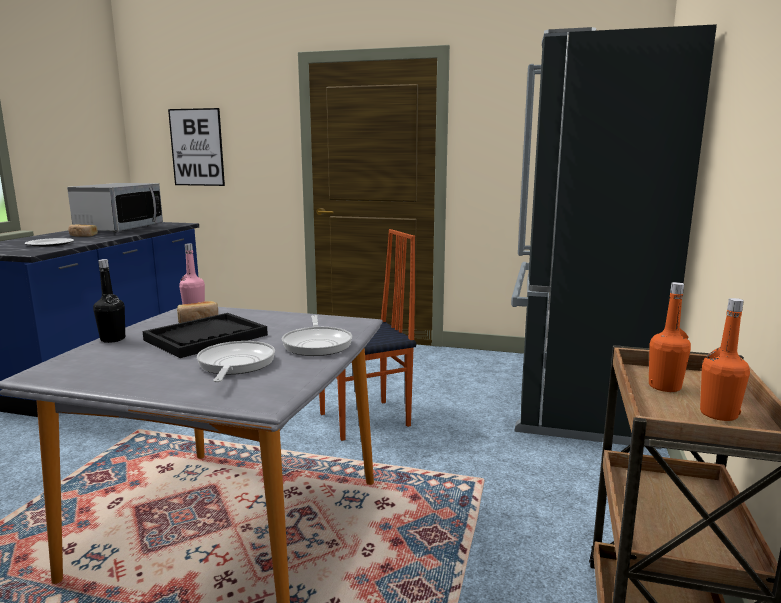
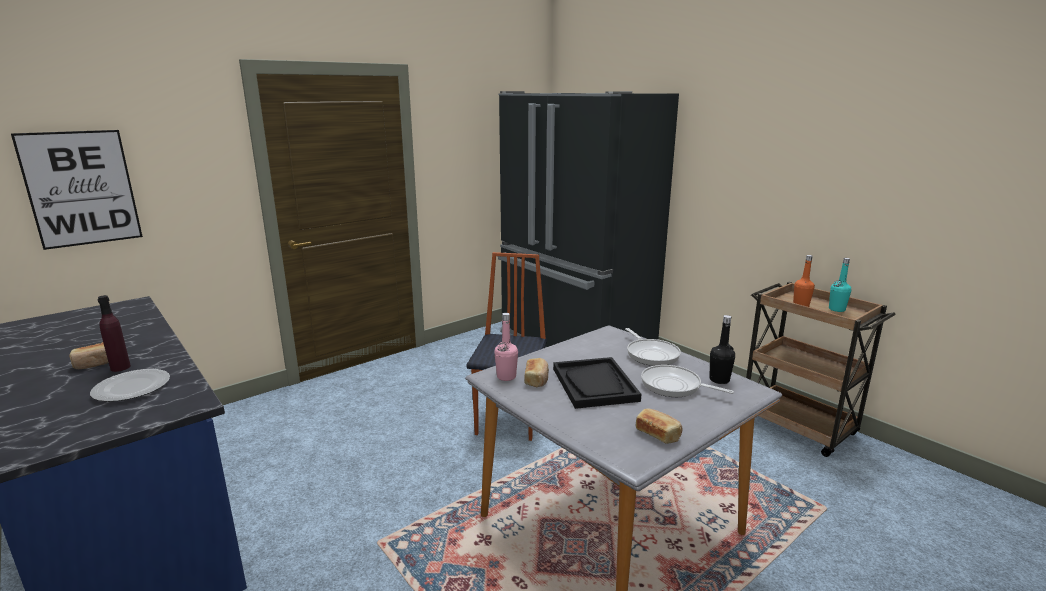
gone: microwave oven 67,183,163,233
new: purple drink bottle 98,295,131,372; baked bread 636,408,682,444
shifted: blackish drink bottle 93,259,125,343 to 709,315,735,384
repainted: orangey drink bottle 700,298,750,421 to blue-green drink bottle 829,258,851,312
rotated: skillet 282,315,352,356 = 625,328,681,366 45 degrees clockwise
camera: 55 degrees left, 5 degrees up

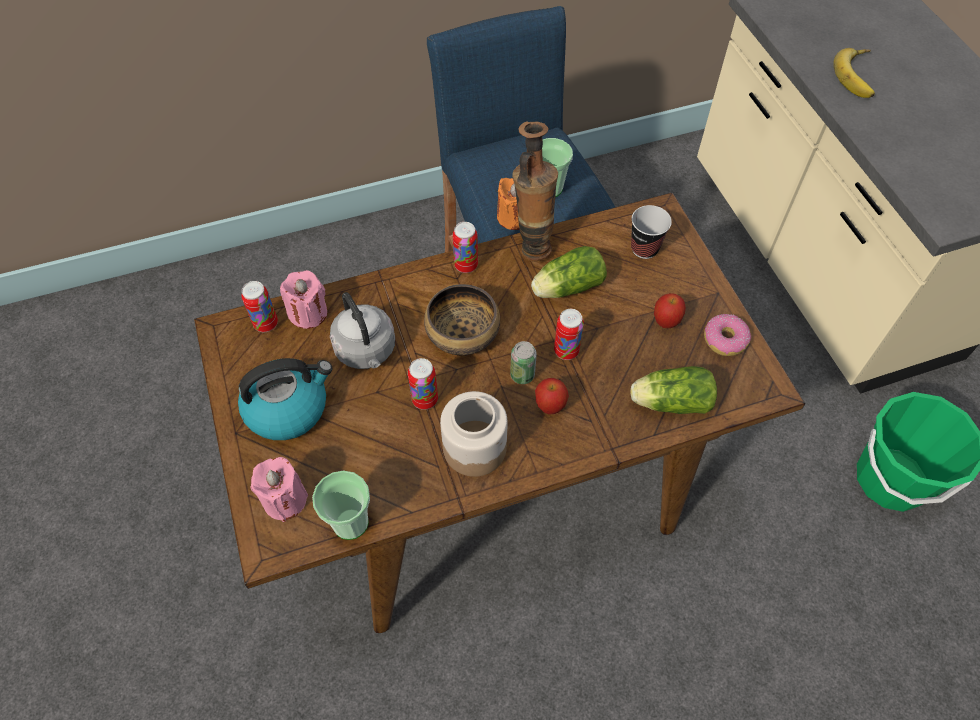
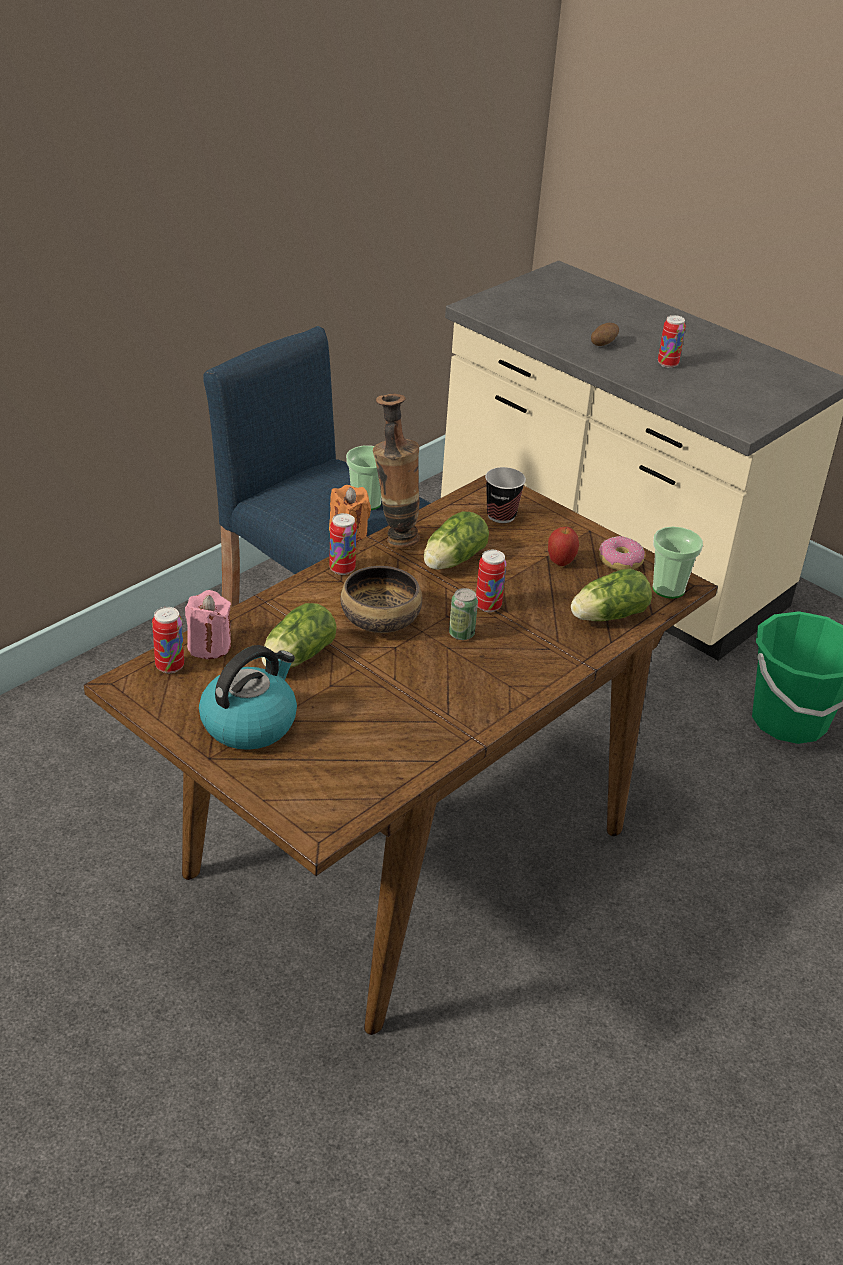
gone: pink wax light 251,457,308,522; jar 440,391,508,477; whole apple 535,378,569,414
shifted: cup 312,471,370,540 to 653,526,703,599; sealed can 408,358,438,410 to 658,315,686,368
swapped: greyish water kettle 330,292,395,369 to head of lettuce 262,603,337,668; banana fruit 833,48,875,98 to spud 591,323,619,346
camera: 30 degrees left, 20 degrees down

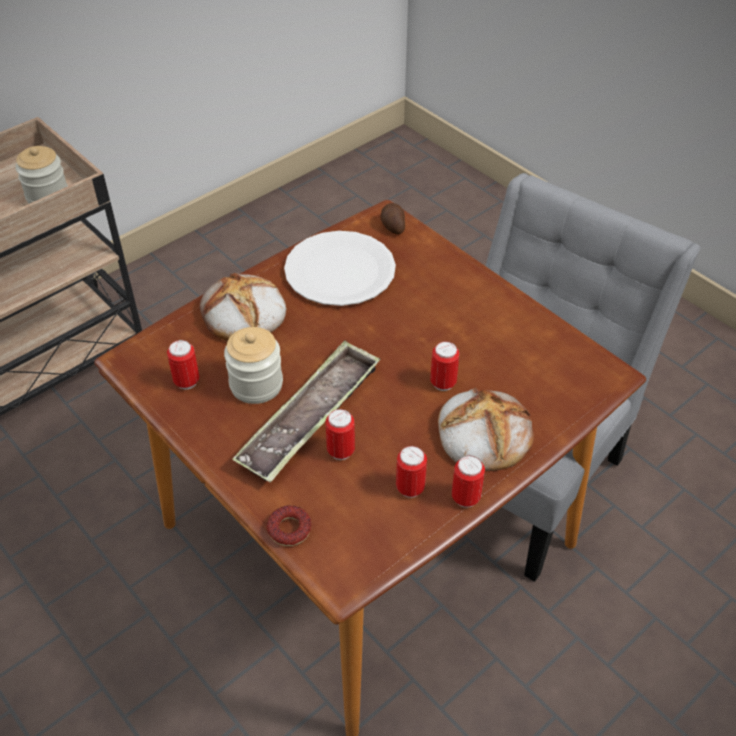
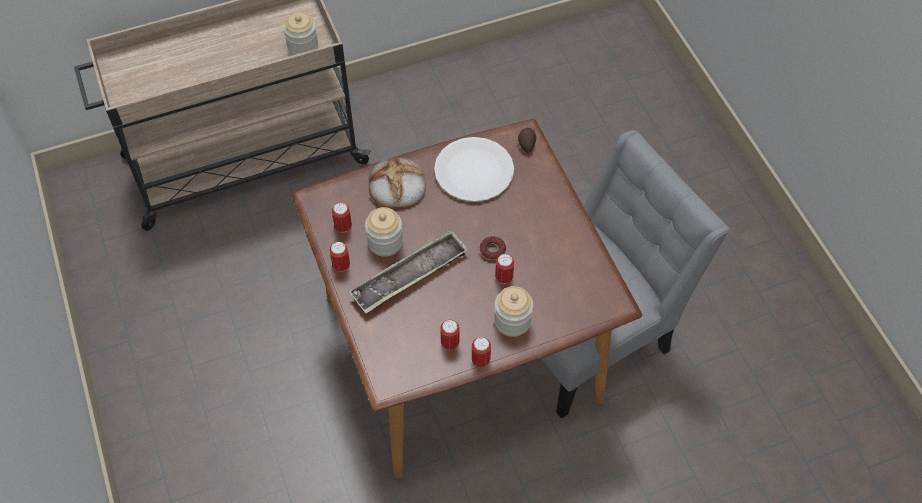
shifted: donut 267,505,312,546 to 480,236,506,260; sealed can 326,409,355,460 to 330,242,350,272
swapped: baked bread 438,387,534,471 to jar 494,286,533,337
camera: 20 degrees right, 10 degrees up

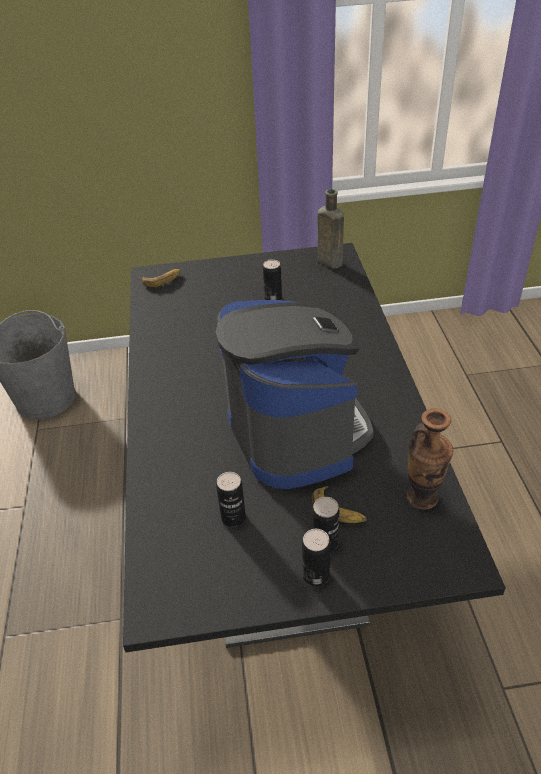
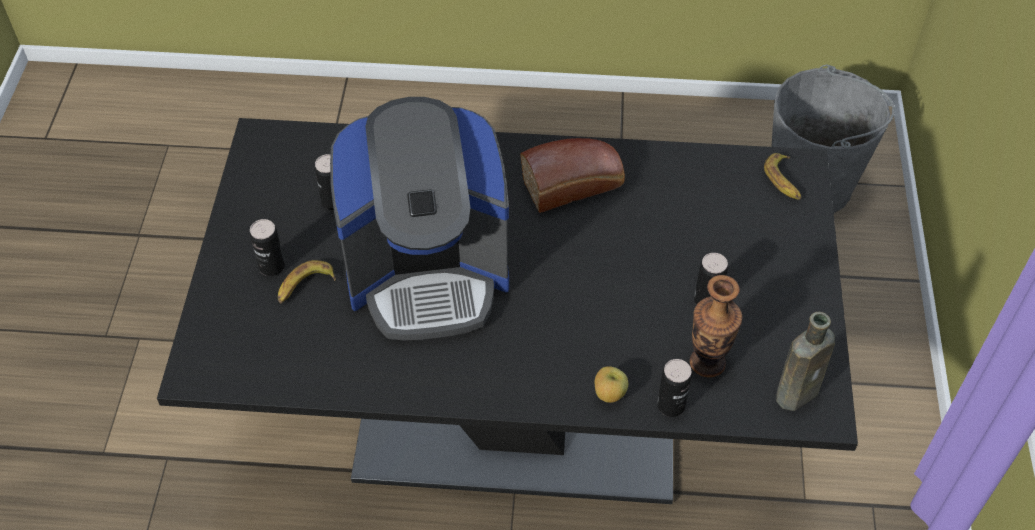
new: baked bread 520,138,625,213; whole apple 595,366,628,403
shifted: sealed can 302,529,330,587 to 657,359,692,417; vase 406,409,453,509 to 690,275,742,378
camera: 100 degrees right, 10 degrees up

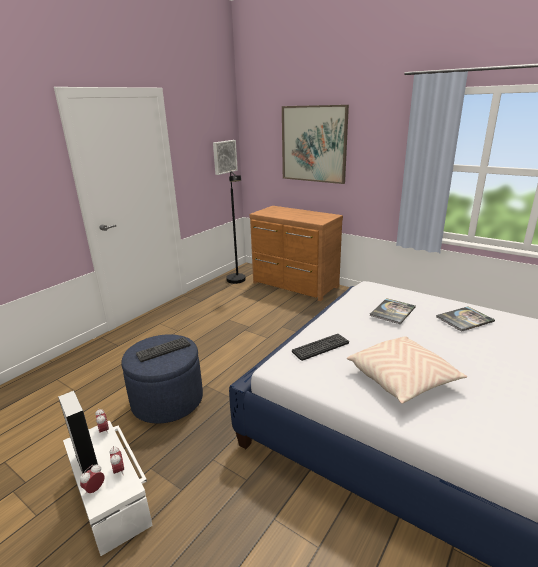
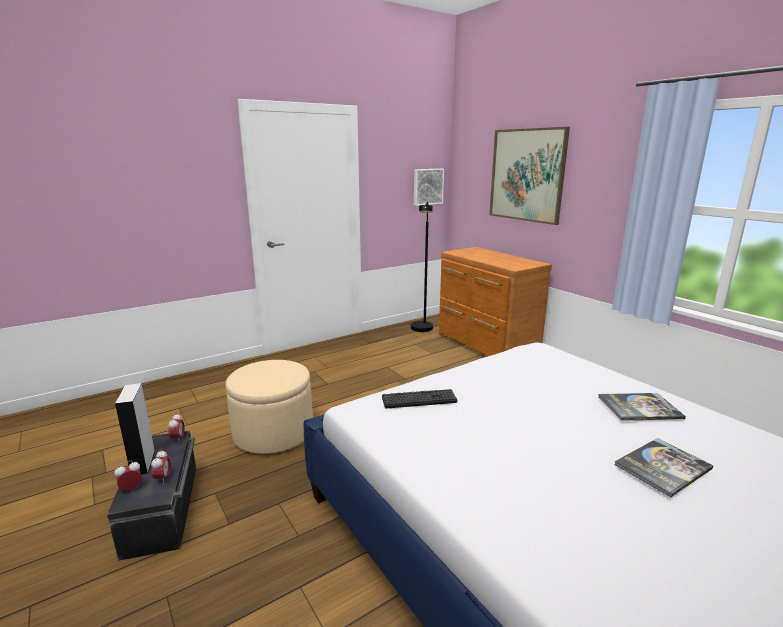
gone: PC keyboard 136,337,191,362; beige-coloured cushion 347,336,467,404
shifted: volume 370,298,416,324 to 614,438,713,497
repainted: whitish storage box 63,420,153,556 to blackish storage box 107,431,196,561; bluish pouffe 121,334,203,424 to beige-coloured pouffe 225,360,313,454
camera: 20 degrees right, 5 degrees down

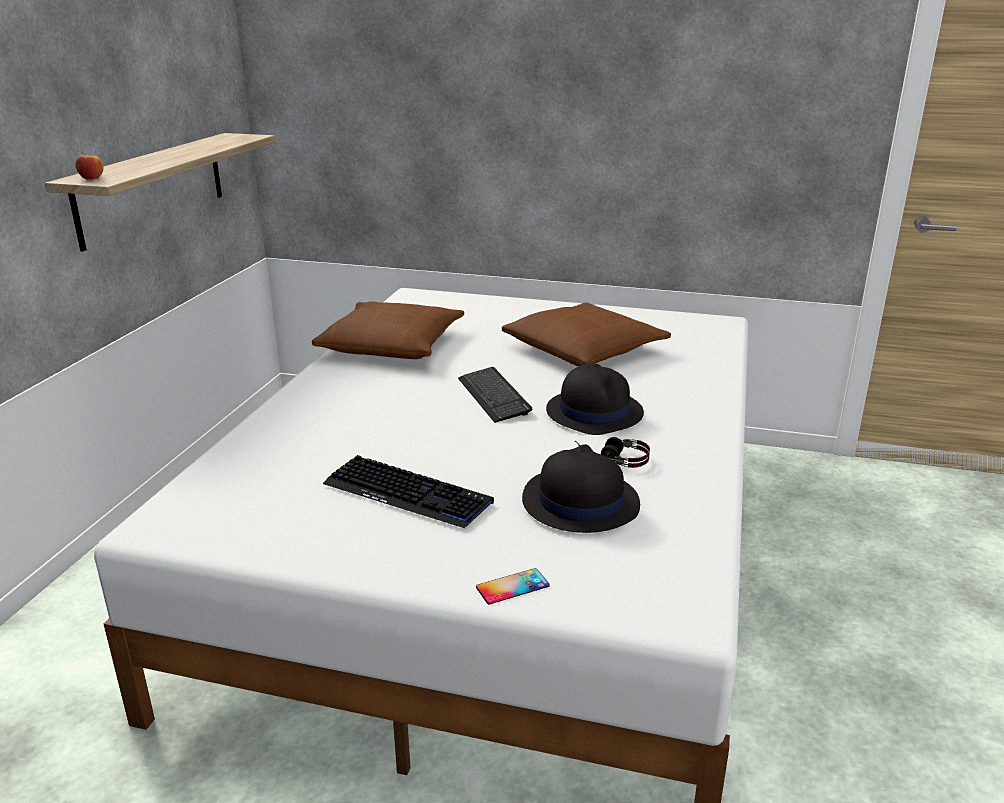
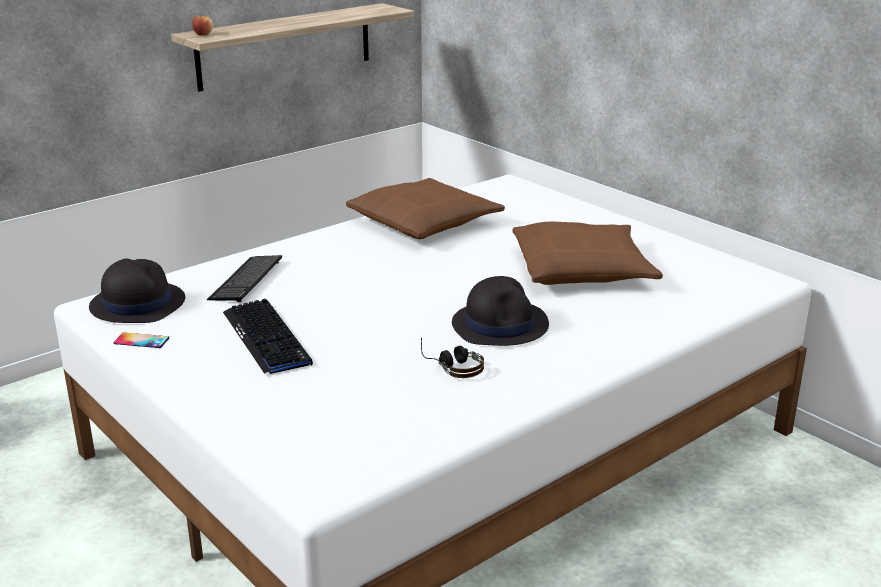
shifted: PC keyboard 458,367,532,423 to 207,255,282,302; phone 476,568,550,604 to 114,332,169,348; blackish wearable hat 522,444,640,533 to 89,258,185,323
camera: 35 degrees right, 0 degrees up

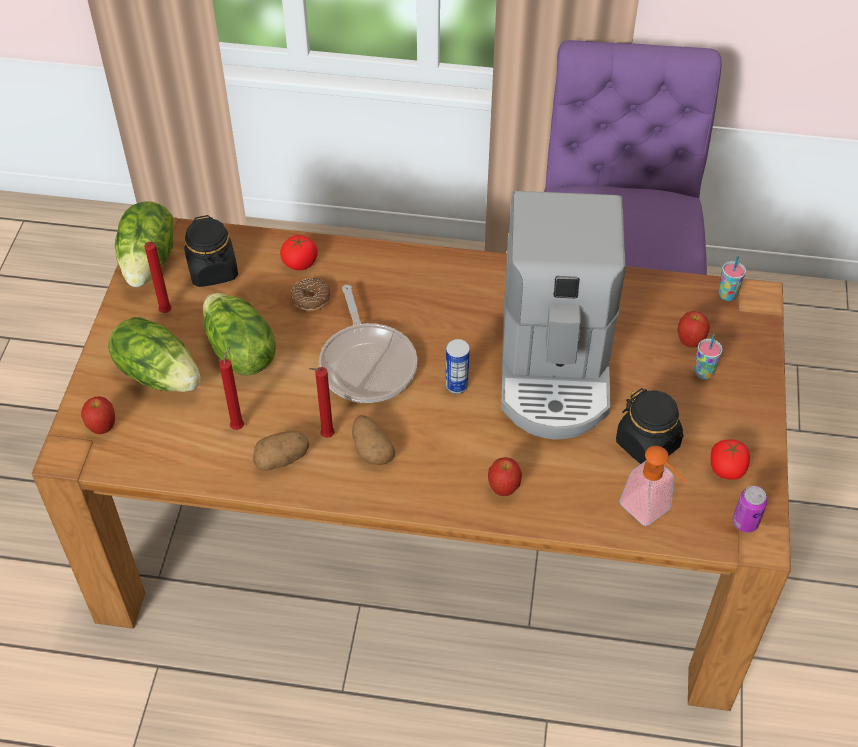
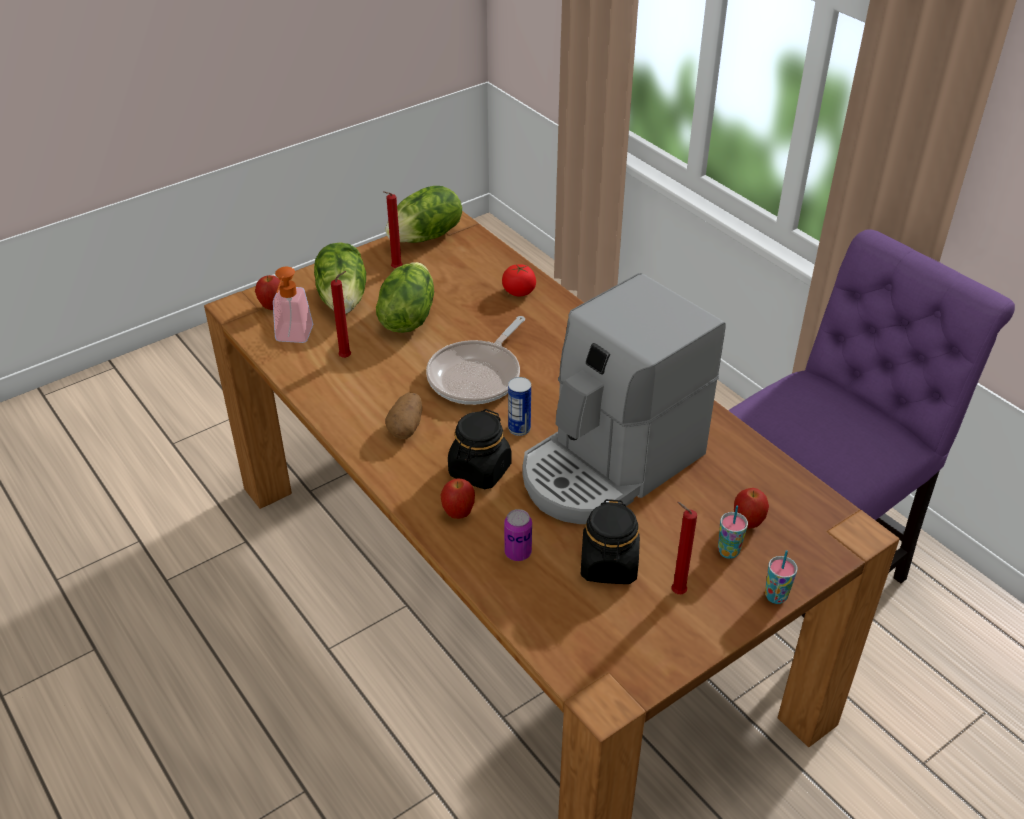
gone: spud 253,431,309,471; donut 291,278,330,311; tomato 711,440,750,480
shifted: blackish jar 184,215,238,287 to 448,409,512,489; red wax light 309,367,335,438 to 672,502,697,594; liquid soap bottle 619,446,686,526 to 273,267,313,343; cup 719,256,746,301 to 765,550,797,604; sealed can 733,486,768,533 to 504,509,532,561
camera: 45 degrees right, 10 degrees down

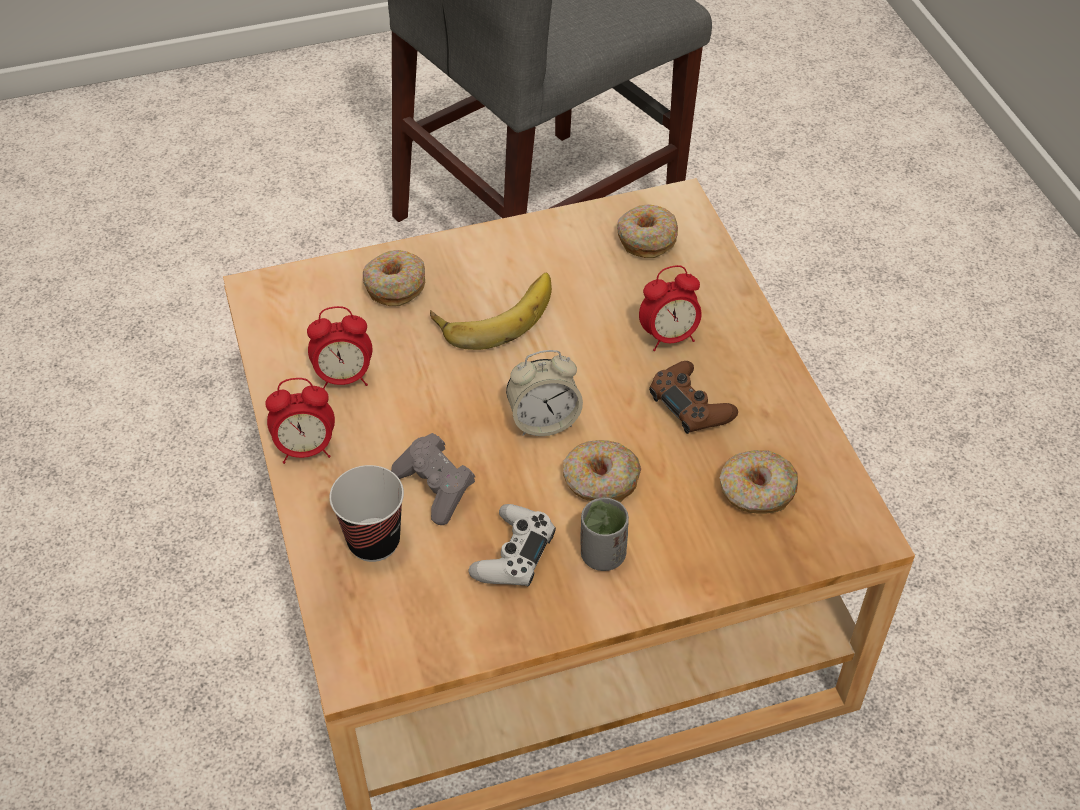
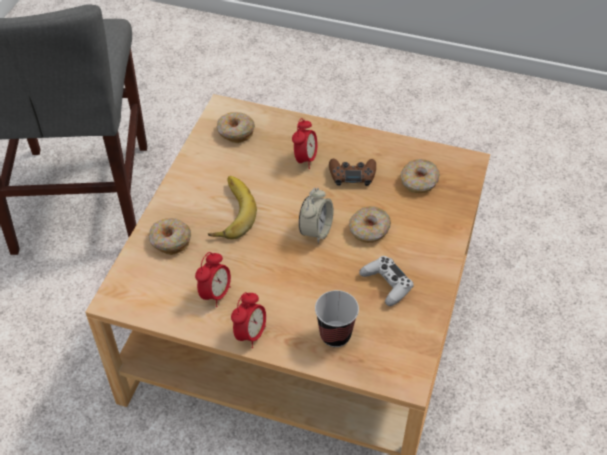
gone: greyish game controller 391,433,475,525; greyish cup 581,498,629,571
camera: 55 degrees left, 0 degrees up

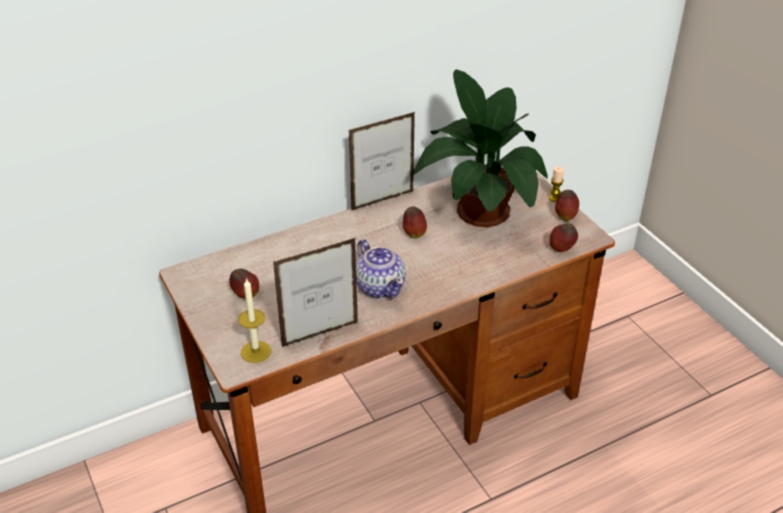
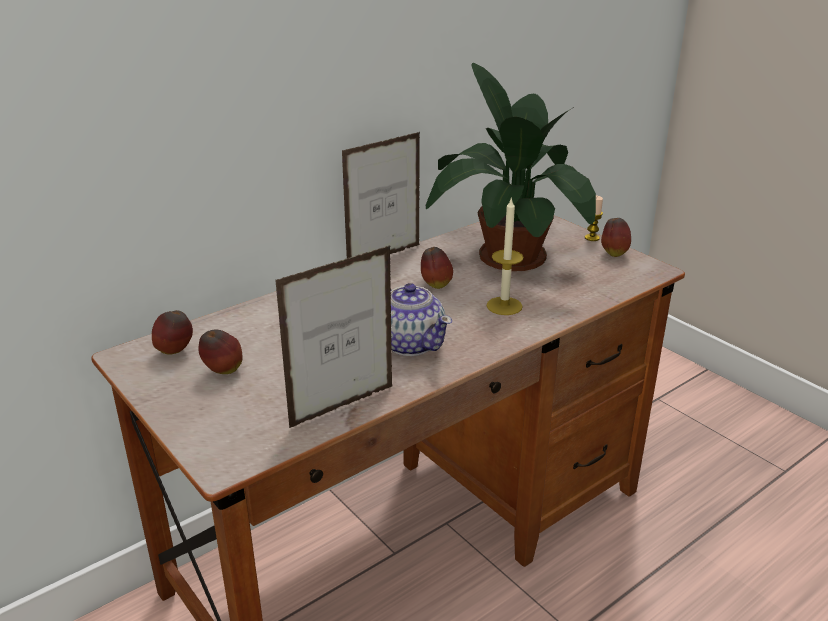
shifted: wax light 238,278,271,363 to 486,197,523,315; whole apple 549,223,578,252 to 152,310,193,355
camera: 10 degrees left, 10 degrees down

